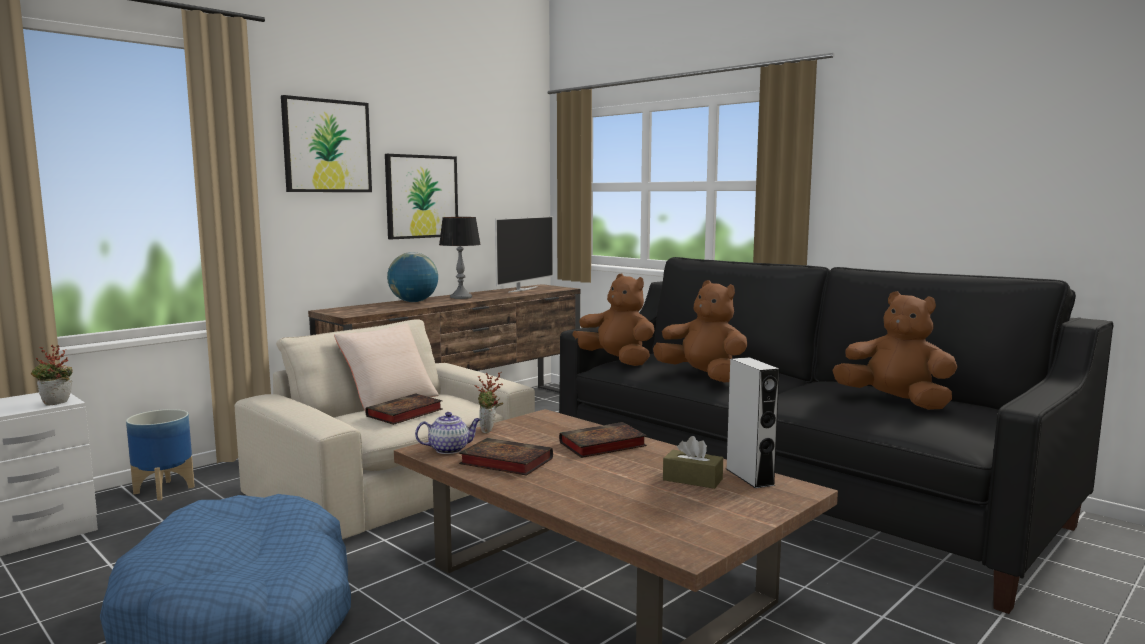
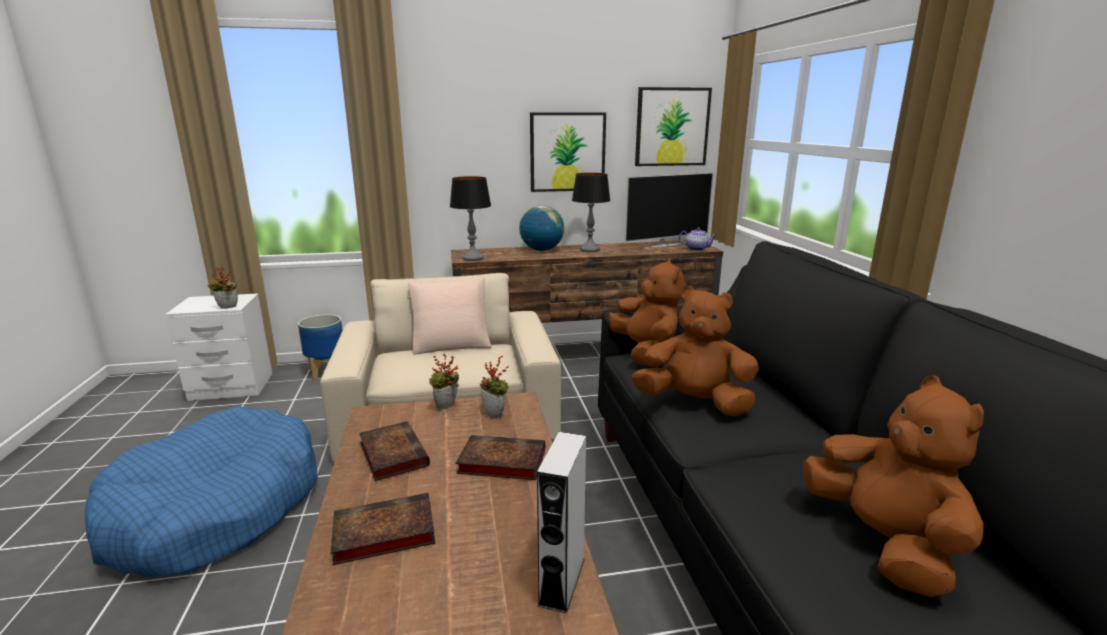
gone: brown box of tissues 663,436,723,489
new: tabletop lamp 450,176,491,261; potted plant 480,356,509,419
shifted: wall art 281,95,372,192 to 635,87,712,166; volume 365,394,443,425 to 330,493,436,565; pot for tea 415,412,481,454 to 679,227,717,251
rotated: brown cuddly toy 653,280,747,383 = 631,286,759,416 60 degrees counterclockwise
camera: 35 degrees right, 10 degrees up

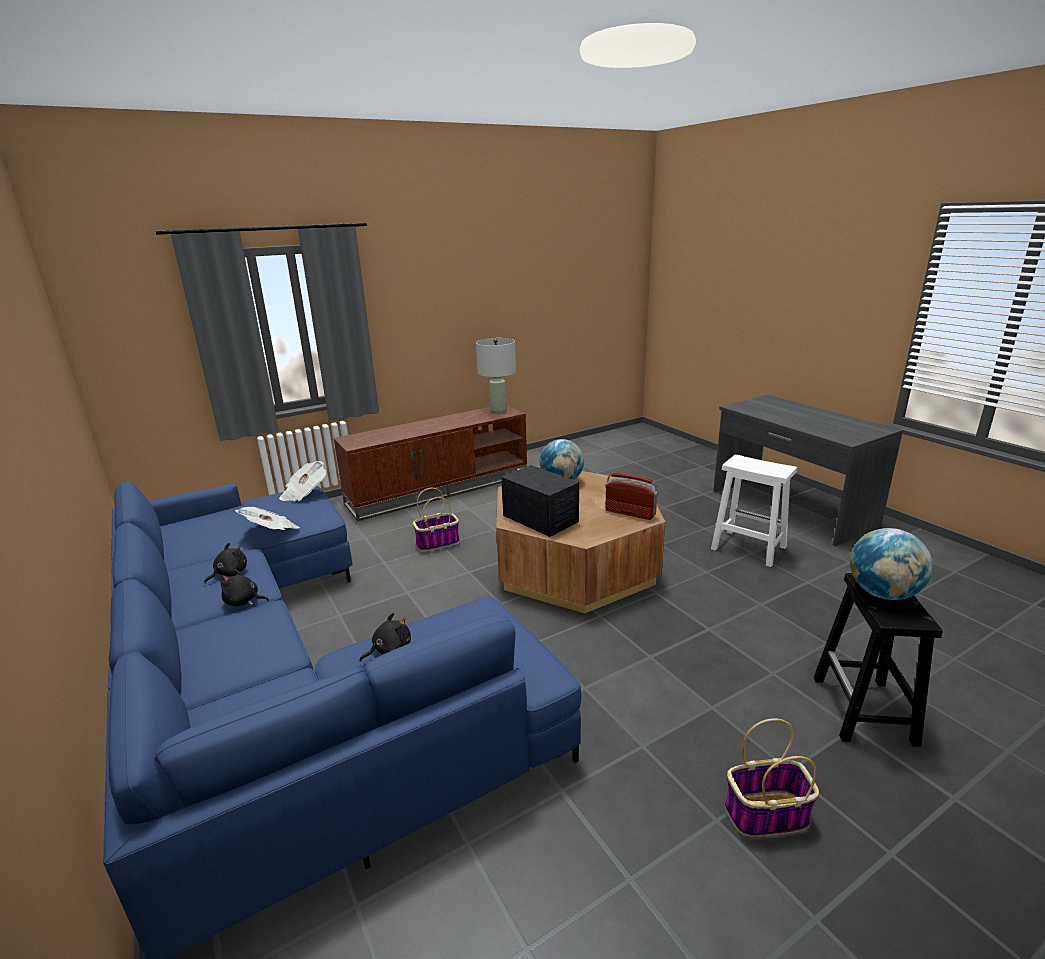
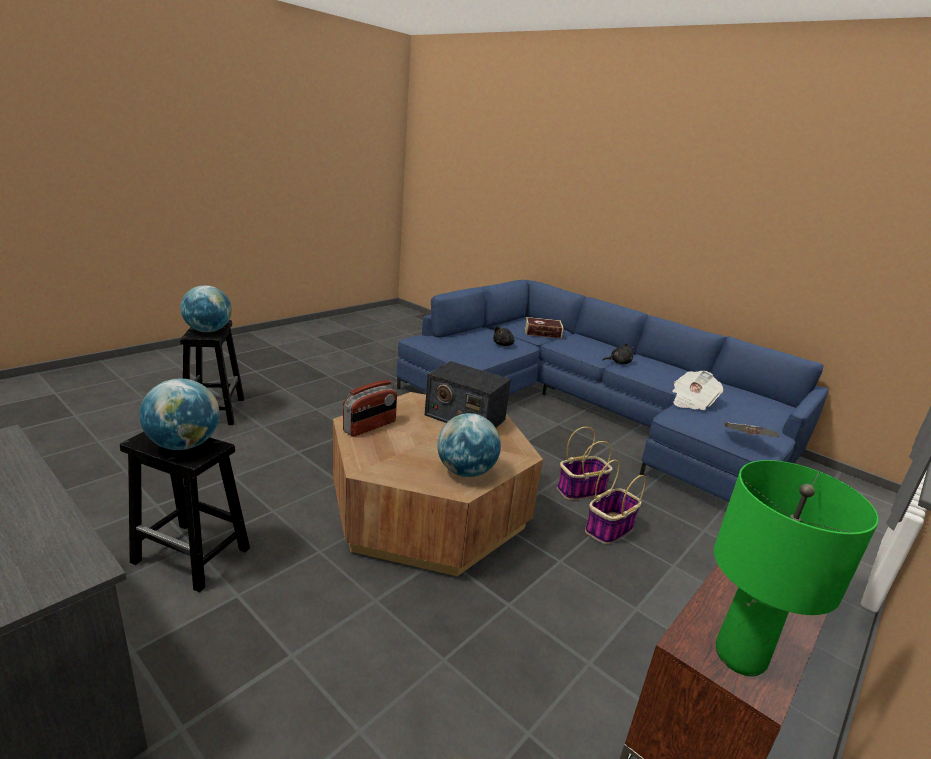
gone: blackish cuddly toy 204,543,247,584
new: world globe 139,379,219,450; volume 525,317,563,339
shifted: basket 725,718,819,837 to 557,427,613,500
repainted: greyish tabletop lamp 476,338,516,413 to greenish tabletop lamp 714,460,879,676; whitish stool seat 711,454,797,567 to blackish stool seat 120,432,250,592
rotated: radio set 605,473,658,520 = 343,380,397,437 60 degrees counterclockwise
camera: 160 degrees right, 0 degrees up

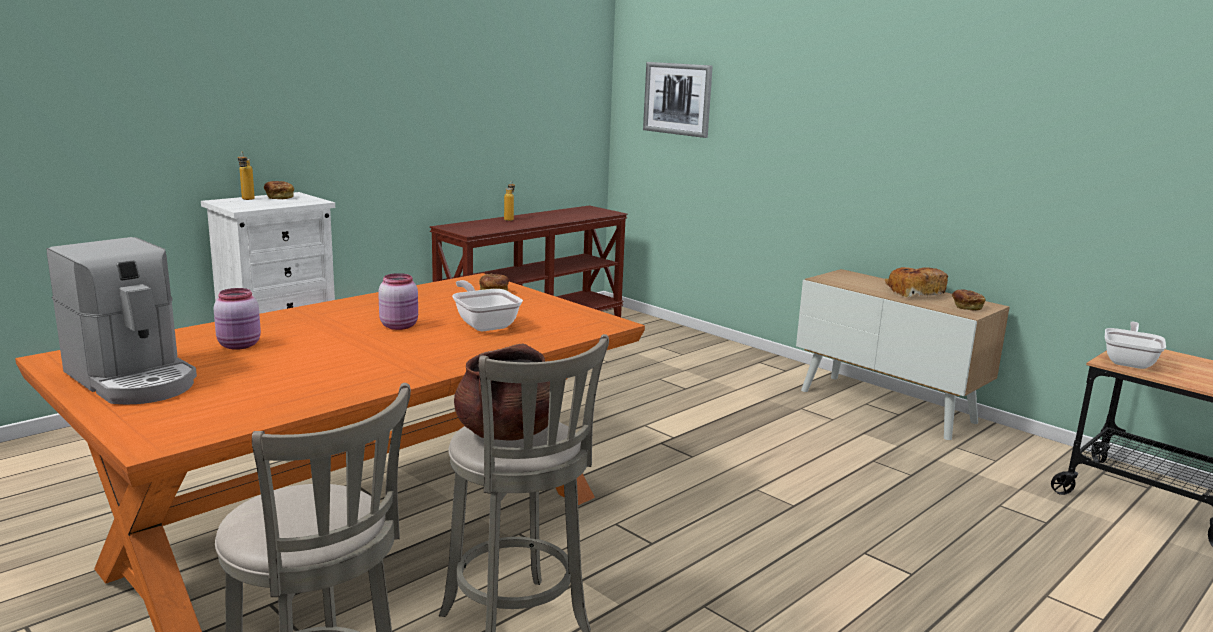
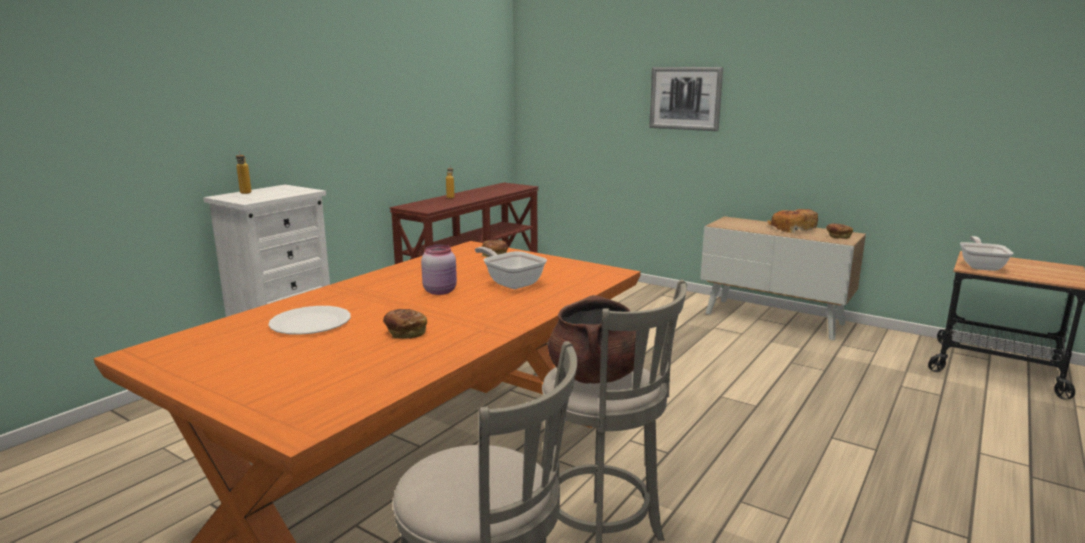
gone: coffee machine 47,237,197,405
shifted: baked bread 264,181,294,199 to 383,309,427,339; wall art 643,62,713,138 to 649,67,723,131
swapped: pink jar 214,288,261,350 to whitish flat dish 268,306,351,335
camera: 10 degrees left, 0 degrees up

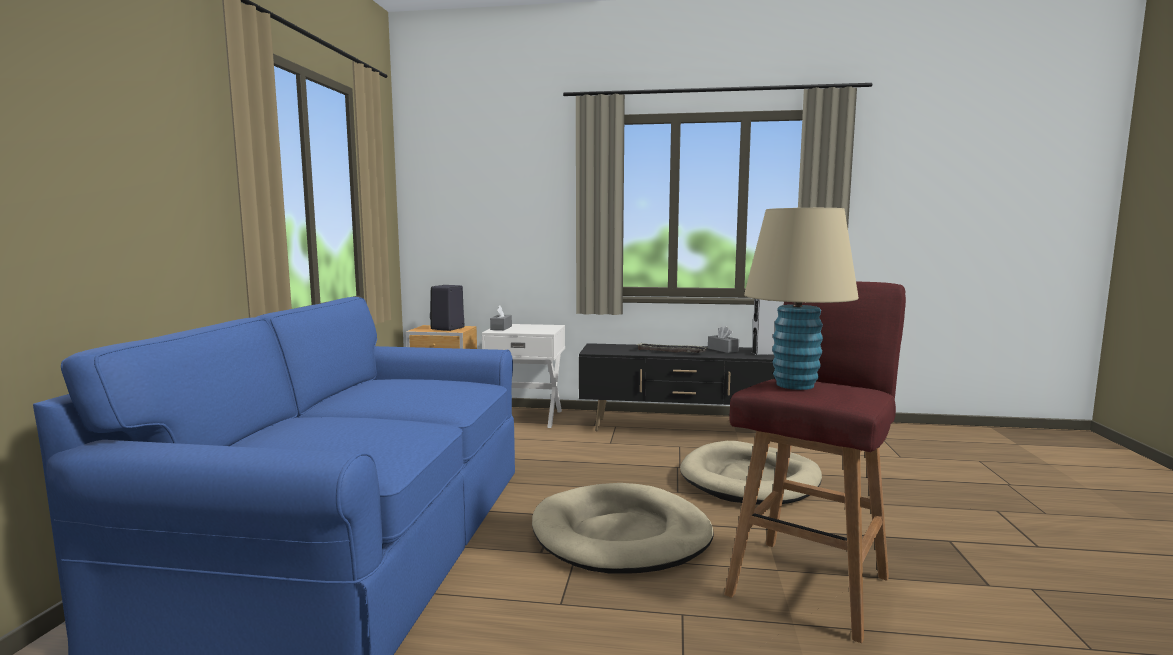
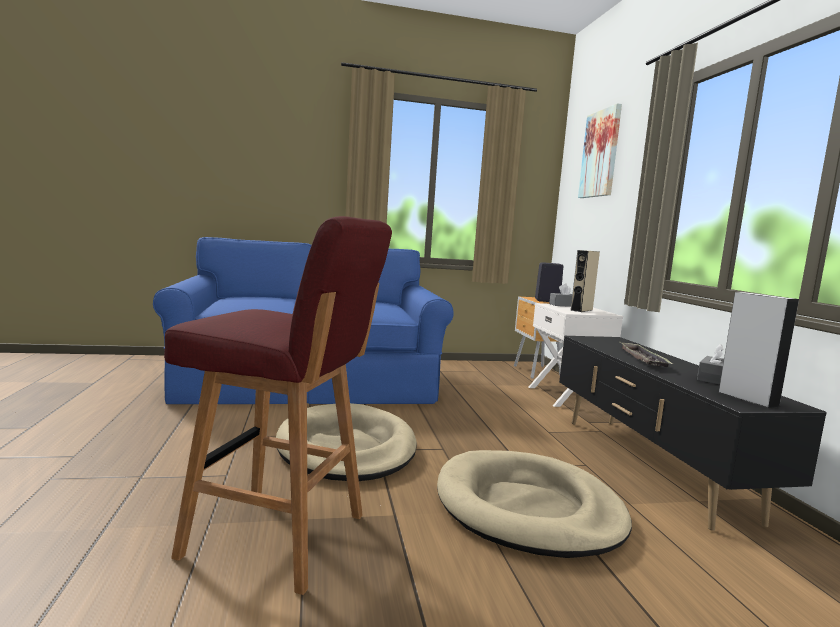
gone: beige-coloured tabletop lamp 744,208,859,390
new: beige-coloured audio speaker 570,250,600,312; wall art 578,103,622,198
camera: 70 degrees right, 0 degrees up

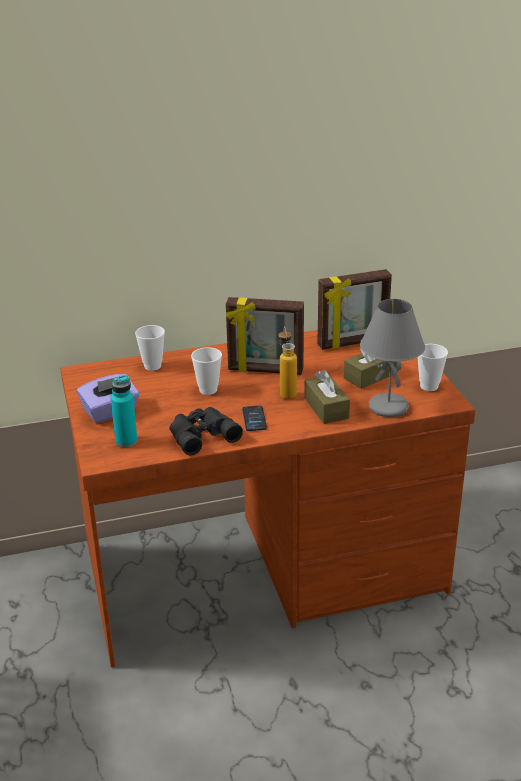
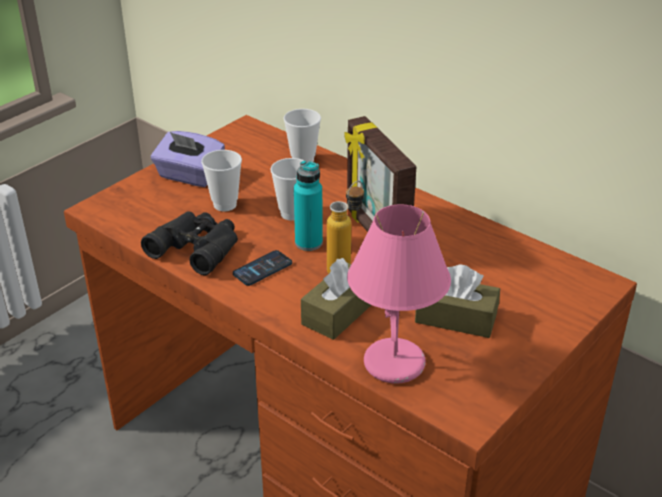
gone: standing frame 317,269,392,350
shifted: blue-green drink bottle 111,375,137,447 to 294,160,323,251; cup 418,344,448,391 to 201,150,242,211
repainted: greyish tabletop lamp 360,299,425,417 to pink tabletop lamp 347,204,451,383
camera: 55 degrees right, 5 degrees up

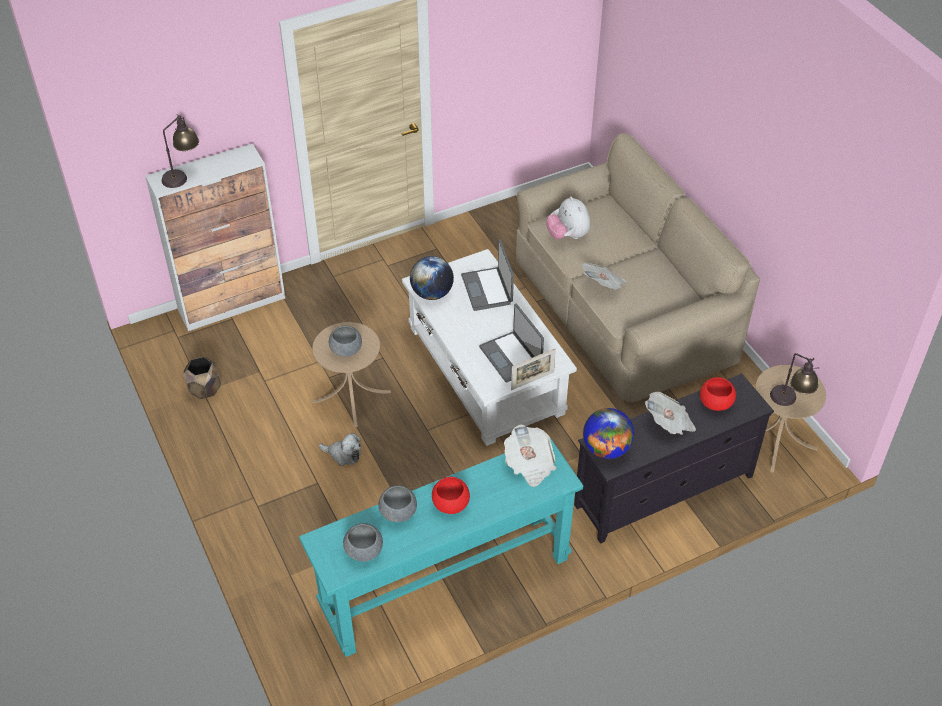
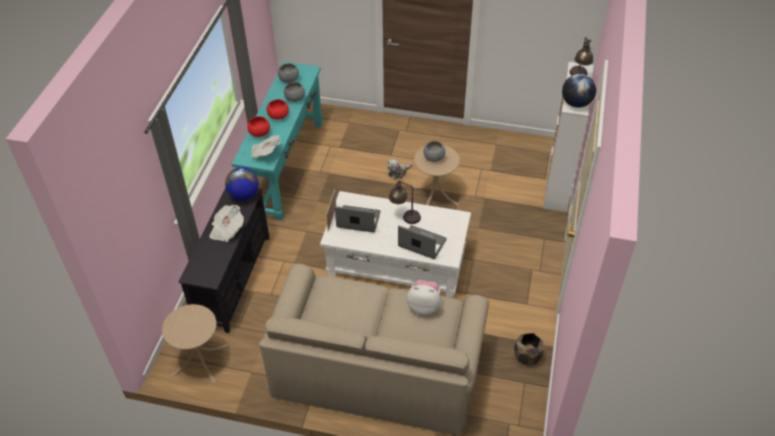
gone: daily paper 581,263,627,290
shifted: brown plant pot 184,357,221,399 to 514,333,544,365; world globe 410,256,454,300 to 562,74,596,108; red deep dish 700,377,736,411 to 247,116,270,137; tabletop lamp 770,353,818,406 to 389,180,421,224
camera: 130 degrees right, 0 degrees up

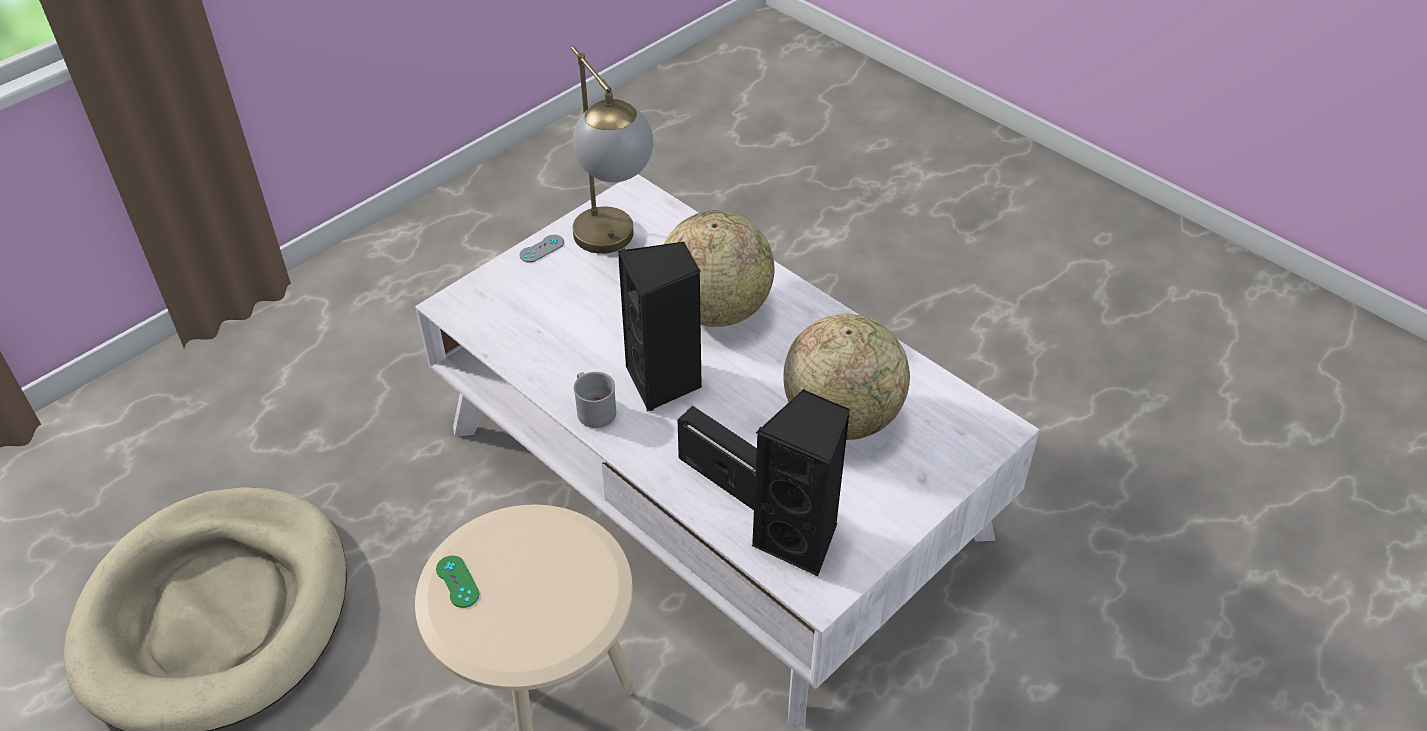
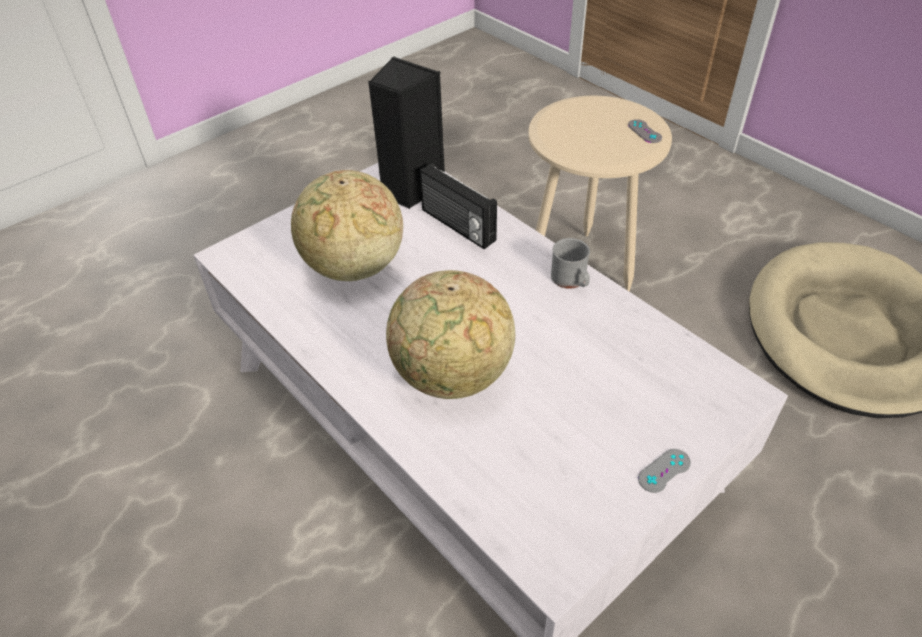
gone: tabletop lamp 571,46,653,254; blackish audio speaker 618,242,702,411
repainted: greenish game controller 436,556,479,608 to greyish game controller 628,119,662,143
camera: 175 degrees left, 0 degrees up

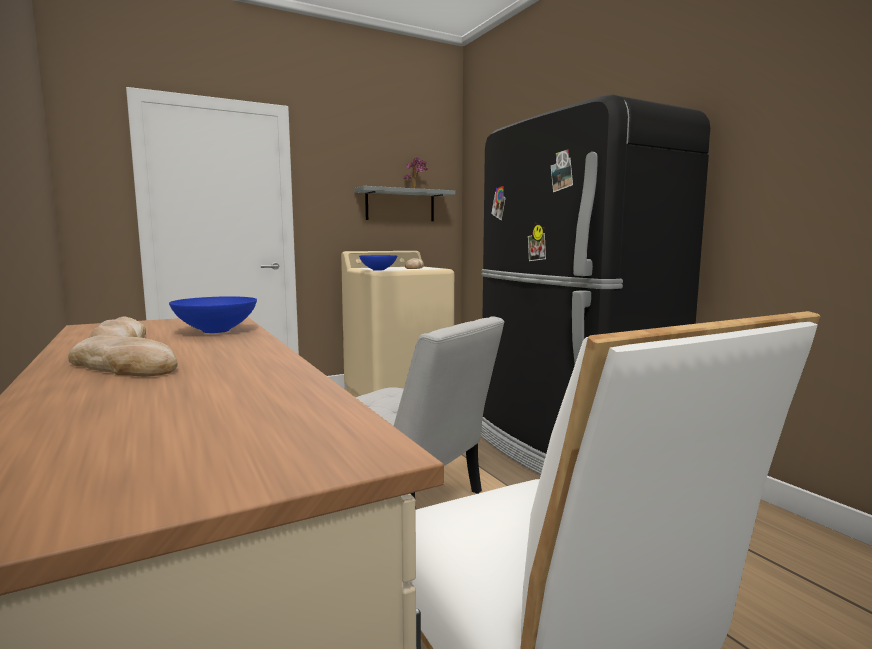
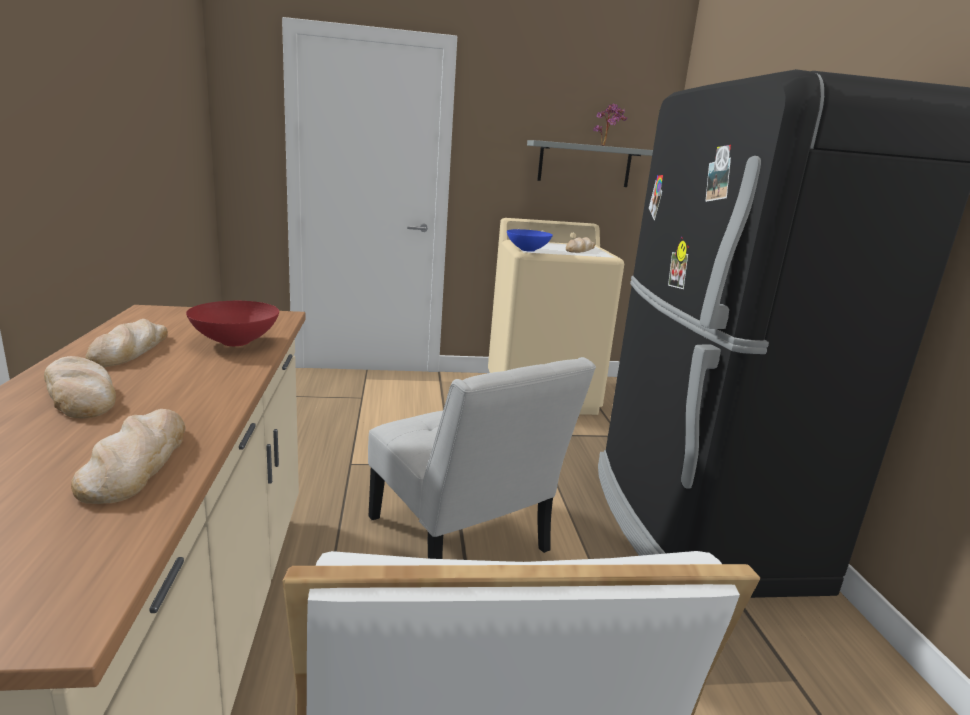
new: baked bread 71,409,185,504
repainted: bluish deep dish 169,296,257,333 to red deep dish 186,301,279,346
camera: 20 degrees right, 10 degrees up

